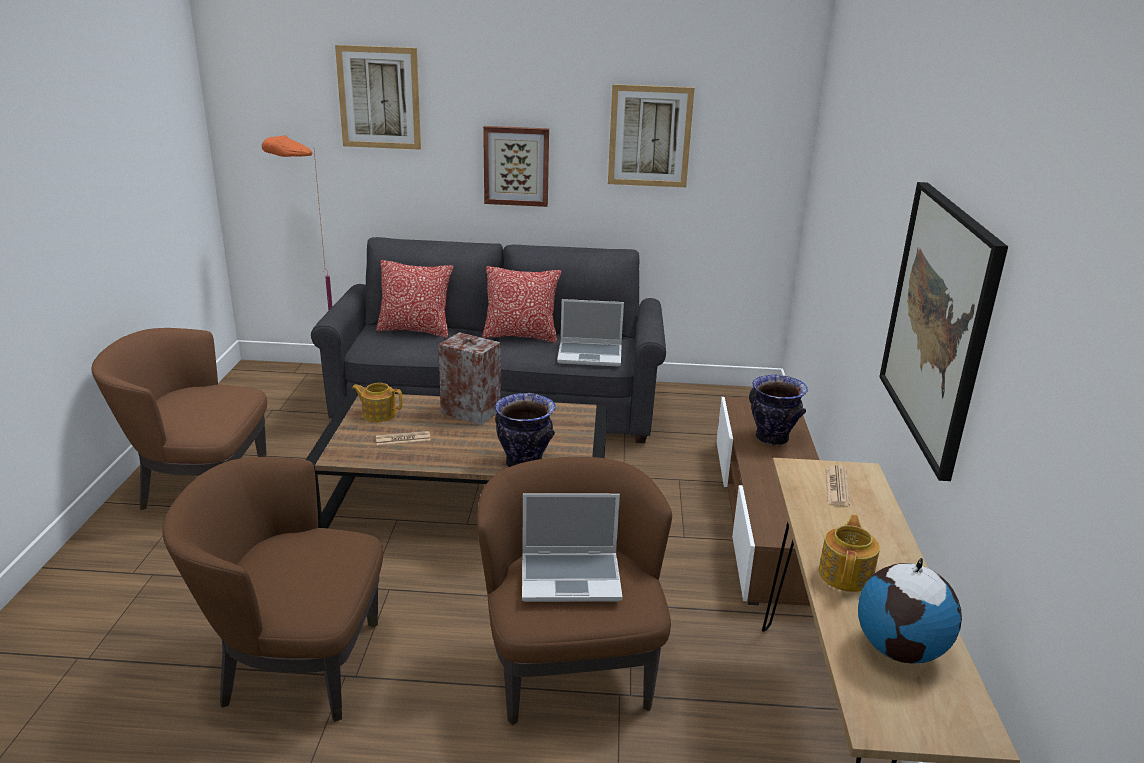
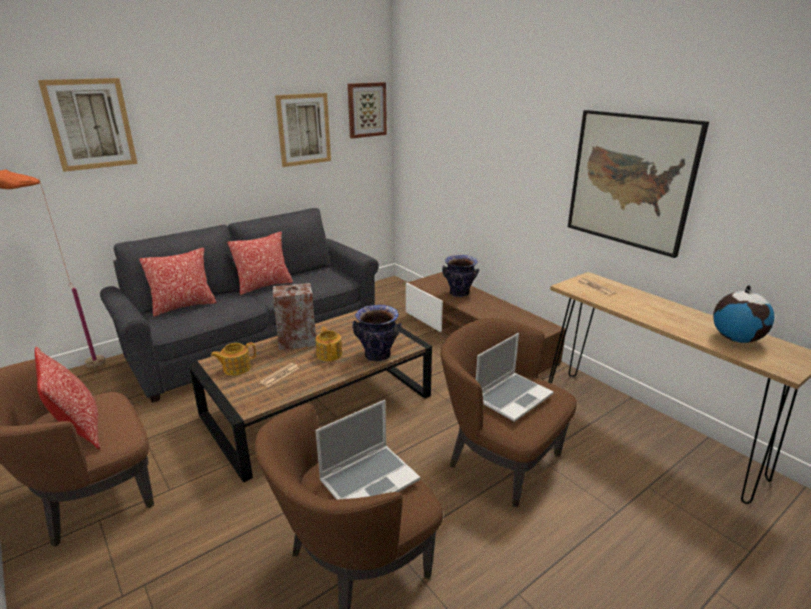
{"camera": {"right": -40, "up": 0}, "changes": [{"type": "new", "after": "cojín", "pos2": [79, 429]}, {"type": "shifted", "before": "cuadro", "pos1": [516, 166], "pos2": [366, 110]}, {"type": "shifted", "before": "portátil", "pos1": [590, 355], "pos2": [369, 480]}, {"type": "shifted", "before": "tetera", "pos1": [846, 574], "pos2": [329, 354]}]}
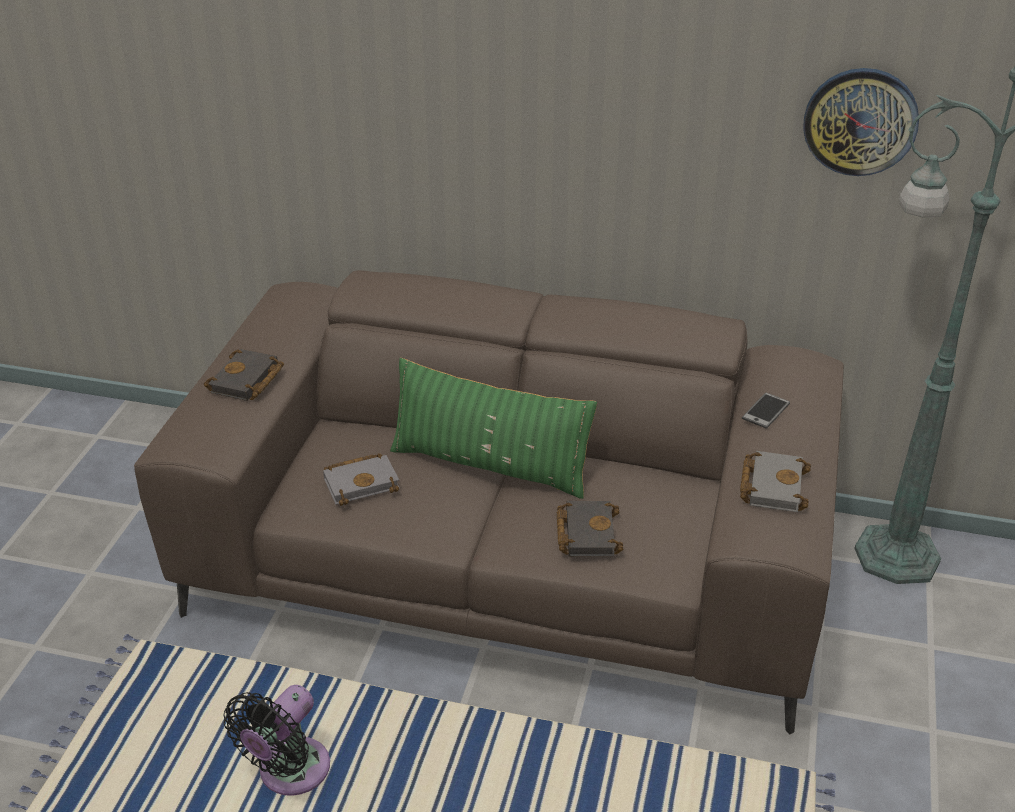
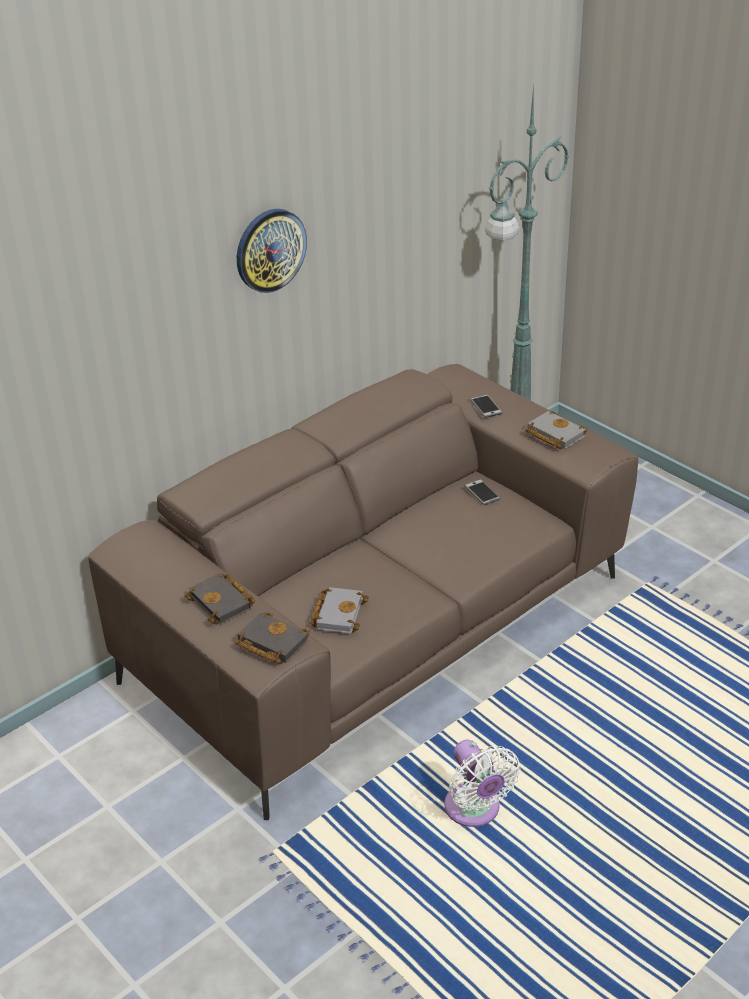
{"camera": {"right": -55, "up": 0}, "changes": [{"type": "gone", "before": "cojín [verde]", "pos1": [490, 465]}, {"type": "new", "after": "móvil", "pos2": [482, 493]}, {"type": "shifted", "before": "libro [negro]", "pos1": [586, 532], "pos2": [270, 643]}, {"type": "shifted", "before": "reloj de pared", "pos1": [860, 121], "pos2": [270, 250]}, {"type": "repainted", "before": "ventilador [negro]", "after": "ventilador [blanco]", "pos1": [289, 773], "pos2": [475, 810]}]}
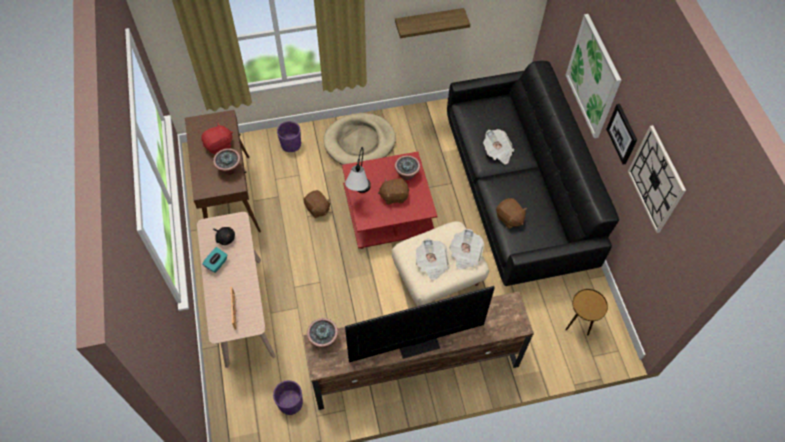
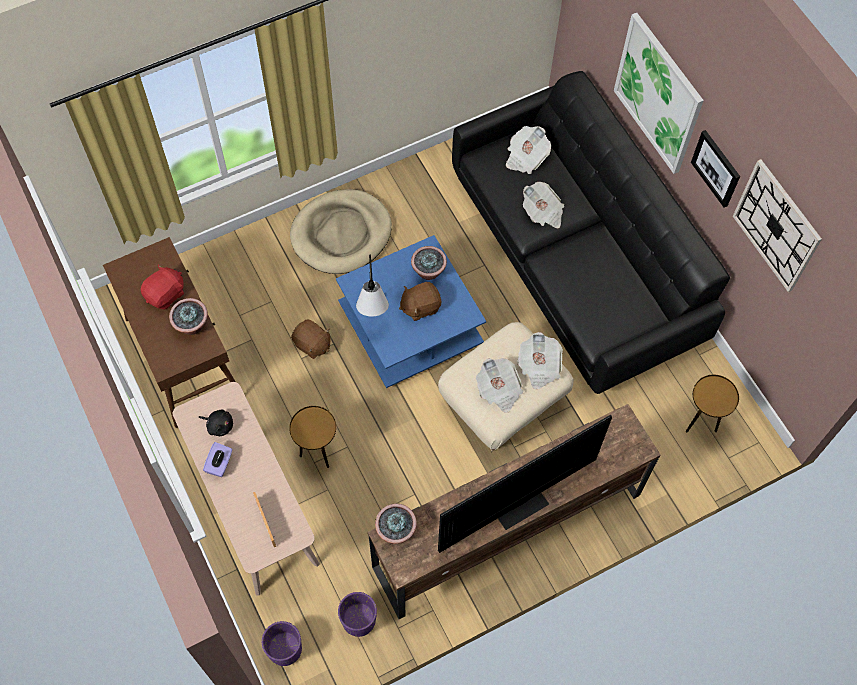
{"camera": {"right": -15, "up": 5}, "changes": [{"type": "gone", "before": "estante", "pos1": [429, 22]}, {"type": "gone", "before": "peluche [marrón]", "pos1": [509, 218]}, {"type": "new", "after": "mesa auxiliar [marrón]", "pos2": [318, 454]}, {"type": "new", "after": "periódico", "pos2": [525, 157]}, {"type": "shifted", "before": "maceta [morado]", "pos1": [291, 144], "pos2": [285, 649]}, {"type": "repainted", "before": "caja de pañuelos [turquesa]", "after": "caja de pañuelos [morado]", "pos1": [217, 264], "pos2": [220, 464]}, {"type": "repainted", "before": "mesa de centro [rojo]", "after": "mesa de centro [azul]", "pos1": [389, 212], "pos2": [412, 326]}]}
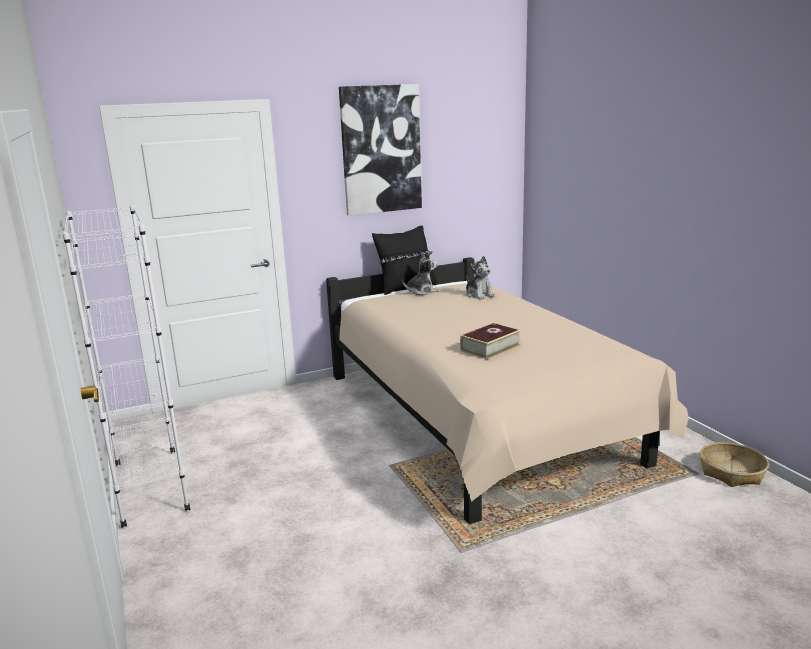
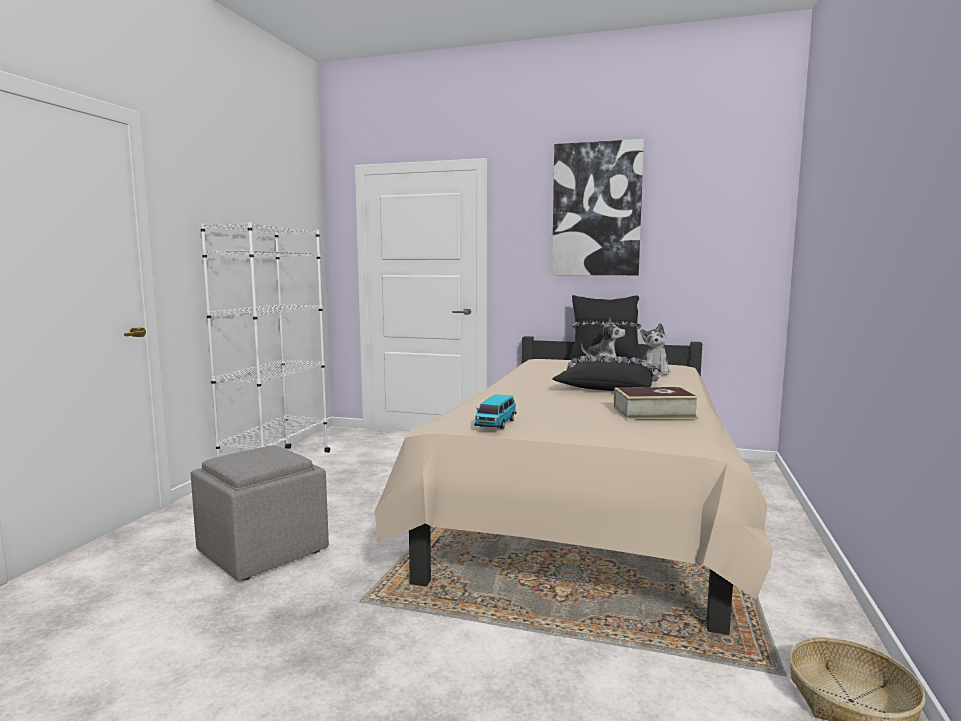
{"camera": {"right": 40, "up": -10}, "changes": [{"type": "new", "after": "puf [gris]", "pos2": [263, 551]}, {"type": "new", "after": "coche de juguete", "pos2": [496, 424]}, {"type": "new", "after": "cojín [negro]", "pos2": [609, 387]}, {"type": "shifted", "before": "libro", "pos1": [490, 348], "pos2": [654, 413]}]}
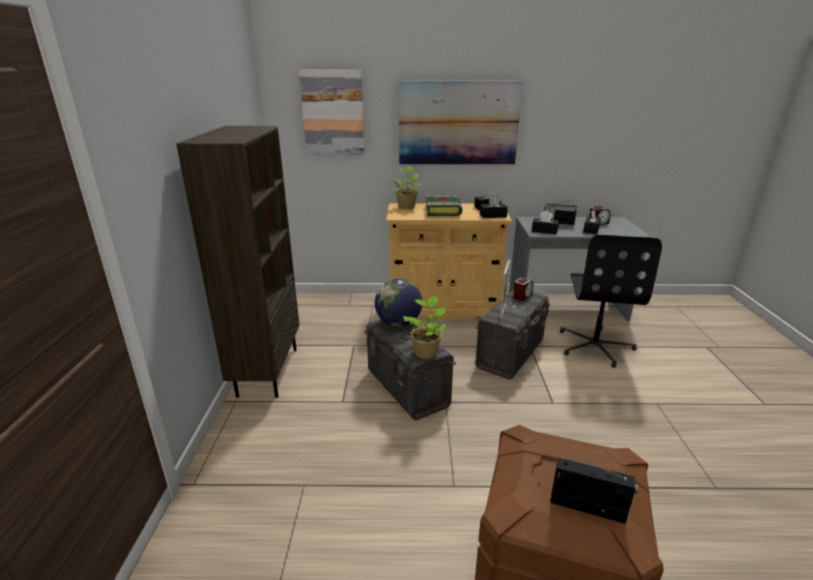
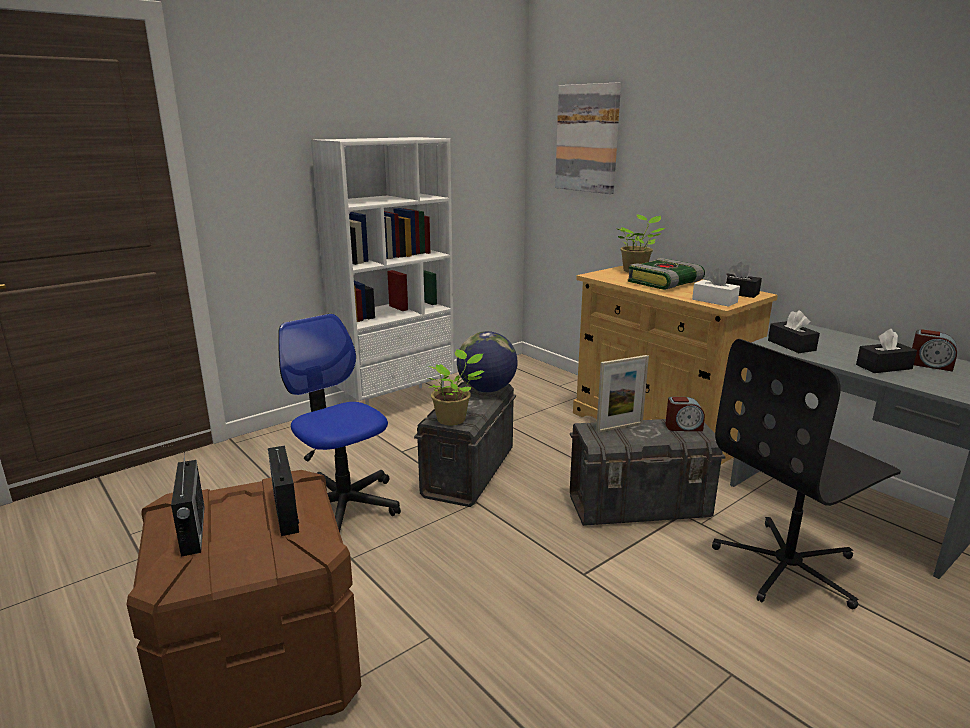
{"camera": {"right": 50, "up": -5}, "changes": [{"type": "gone", "before": "cuadro", "pos1": [458, 123]}, {"type": "new", "after": "silla de oficina", "pos2": [343, 507]}, {"type": "shifted", "before": "radio", "pos1": [558, 224], "pos2": [286, 511]}, {"type": "repainted", "before": "estantería [marrón]", "after": "estantería [blanco]", "pos1": [267, 371], "pos2": [396, 403]}, {"type": "repainted", "before": "caja de pañuelos [negro]", "after": "caja de pañuelos [blanco]", "pos1": [493, 216], "pos2": [714, 301]}]}
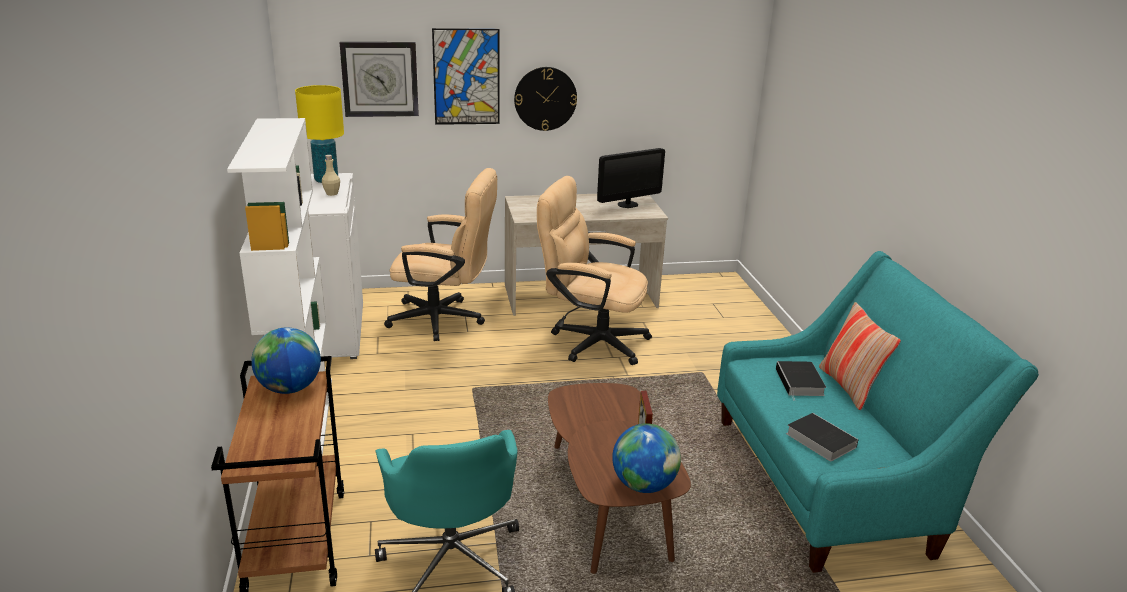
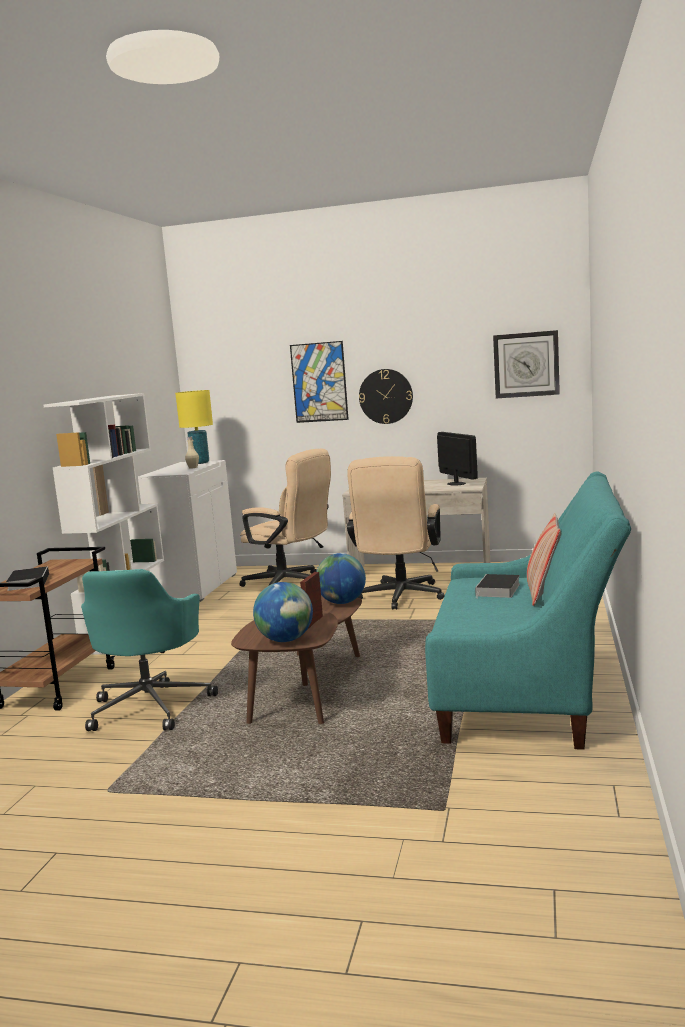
{"camera": {"right": 25, "up": -15}, "changes": [{"type": "shifted", "before": "globo terráqueo", "pos1": [289, 388], "pos2": [342, 603]}, {"type": "shifted", "before": "reloj de pared", "pos1": [380, 79], "pos2": [526, 364]}, {"type": "shifted", "before": "libro", "pos1": [818, 439], "pos2": [28, 582]}, {"type": "rotated", "before": "silla de oficina [beis]", "pos1": [590, 341], "pos2": [400, 598], "turn": -120}, {"type": "rotated", "before": "monitor", "pos1": [627, 204], "pos2": [456, 483], "turn": -105}]}
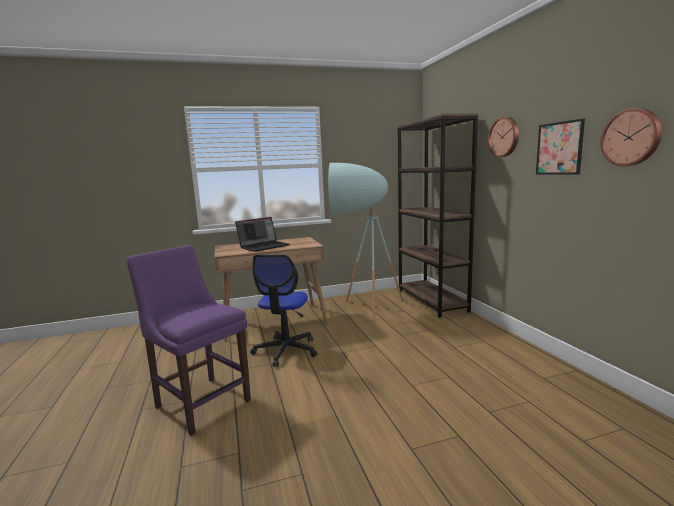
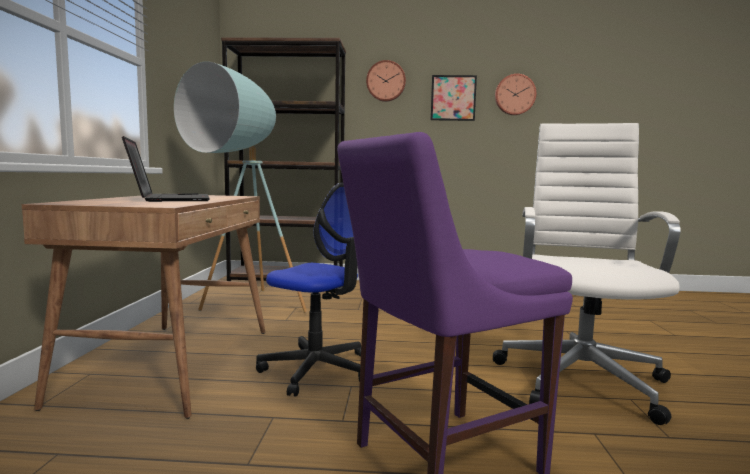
{"camera": {"right": -70, "up": -5}, "changes": [{"type": "new", "after": "silla de oficina [blanco]", "pos2": [581, 379]}]}
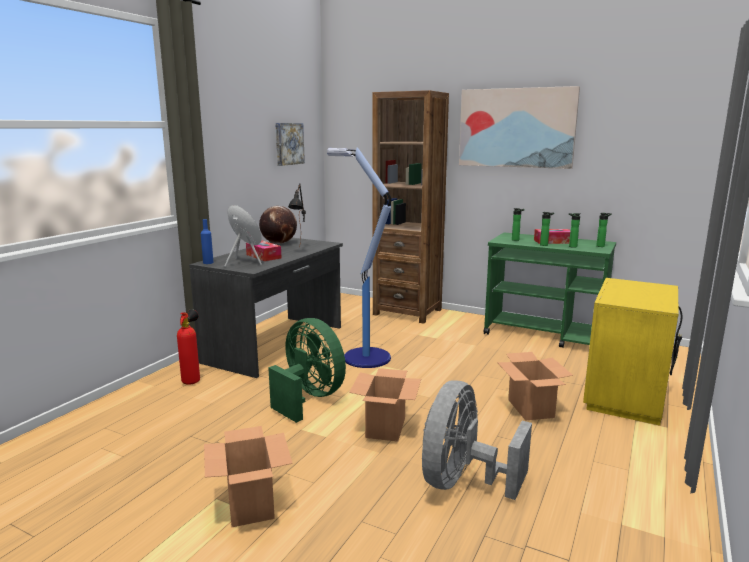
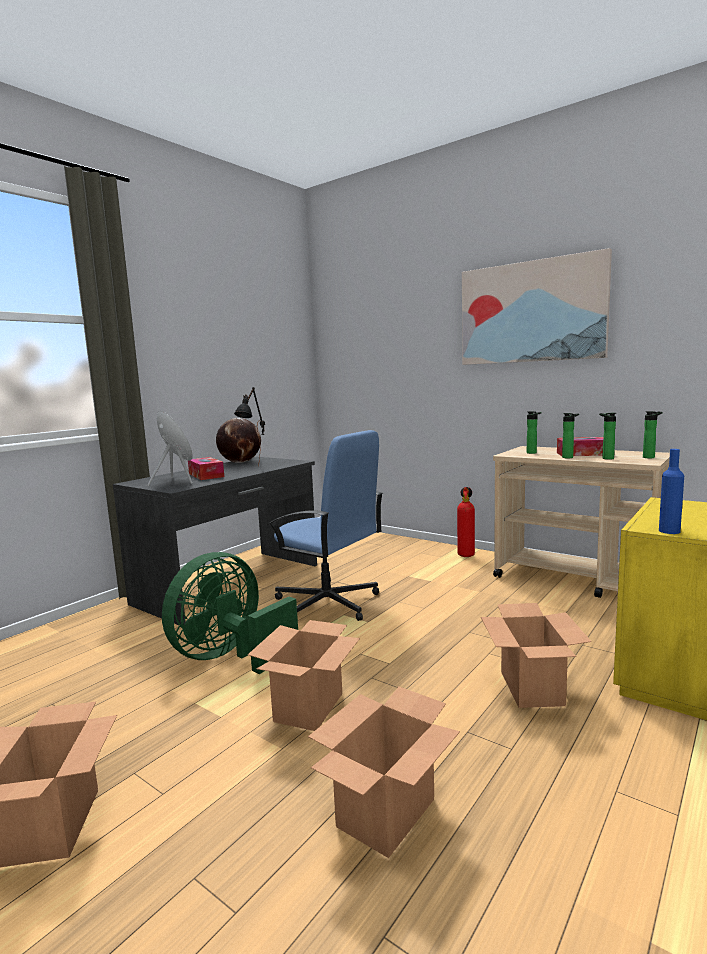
{"camera": {"right": 10, "up": -5}, "changes": [{"type": "gone", "before": "cuadro", "pos1": [288, 143]}, {"type": "gone", "before": "estantería [marrón]", "pos1": [407, 312]}, {"type": "shifted", "before": "extintor", "pos1": [192, 380], "pos2": [466, 554]}, {"type": "shifted", "before": "botella [azul]", "pos1": [208, 262], "pos2": [669, 531]}, {"type": "swapped", "before": "lámpara de pie", "after": "silla de oficina [azul]", "pos1": [365, 357], "pos2": [328, 604]}, {"type": "swapped", "before": "ventilador [gris]", "after": "caja de cartón", "pos1": [463, 482], "pos2": [386, 814]}, {"type": "repainted", "before": "carrito [verde]", "after": "carrito [beis]", "pos1": [545, 335], "pos2": [578, 580]}, {"type": "rotated", "before": "ventilador [verde]", "pos1": [309, 398], "pos2": [230, 657], "turn": -105}]}
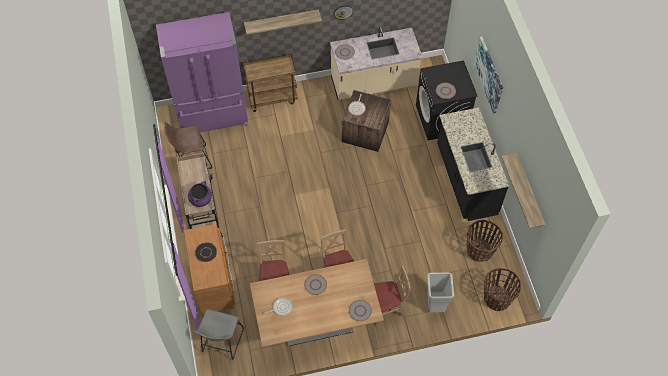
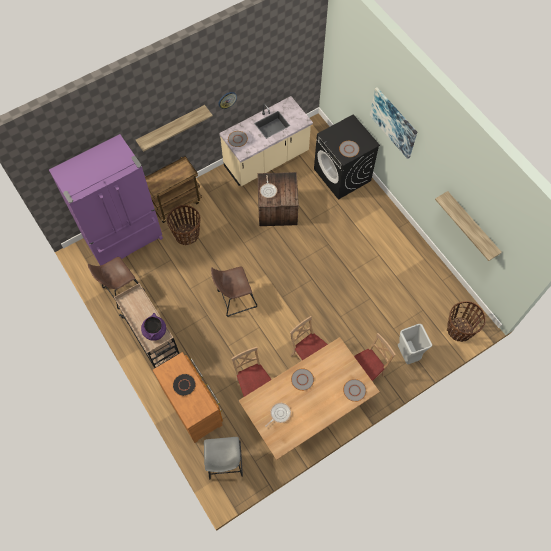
{"camera": {"right": -20, "up": 5}, "changes": [{"type": "gone", "before": "mueble bajo de cocina [negro]", "pos1": [465, 180]}, {"type": "new", "after": "taburete [marrón]", "pos2": [234, 299]}, {"type": "shifted", "before": "cesta", "pos1": [479, 250], "pos2": [187, 234]}]}
